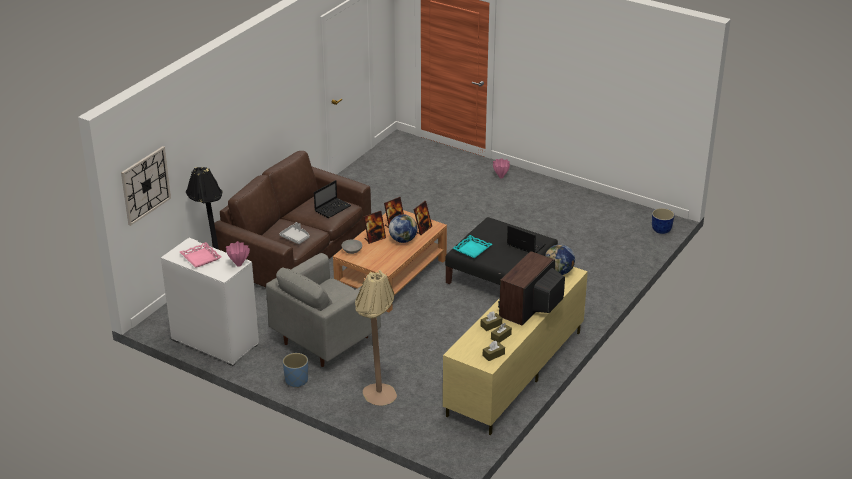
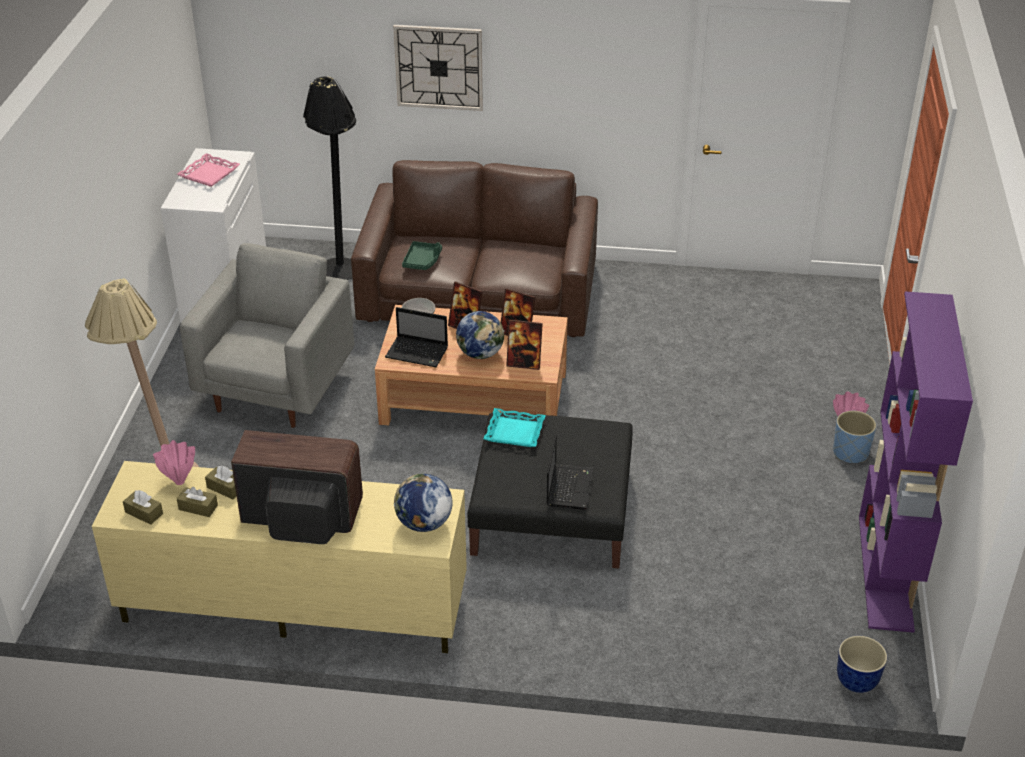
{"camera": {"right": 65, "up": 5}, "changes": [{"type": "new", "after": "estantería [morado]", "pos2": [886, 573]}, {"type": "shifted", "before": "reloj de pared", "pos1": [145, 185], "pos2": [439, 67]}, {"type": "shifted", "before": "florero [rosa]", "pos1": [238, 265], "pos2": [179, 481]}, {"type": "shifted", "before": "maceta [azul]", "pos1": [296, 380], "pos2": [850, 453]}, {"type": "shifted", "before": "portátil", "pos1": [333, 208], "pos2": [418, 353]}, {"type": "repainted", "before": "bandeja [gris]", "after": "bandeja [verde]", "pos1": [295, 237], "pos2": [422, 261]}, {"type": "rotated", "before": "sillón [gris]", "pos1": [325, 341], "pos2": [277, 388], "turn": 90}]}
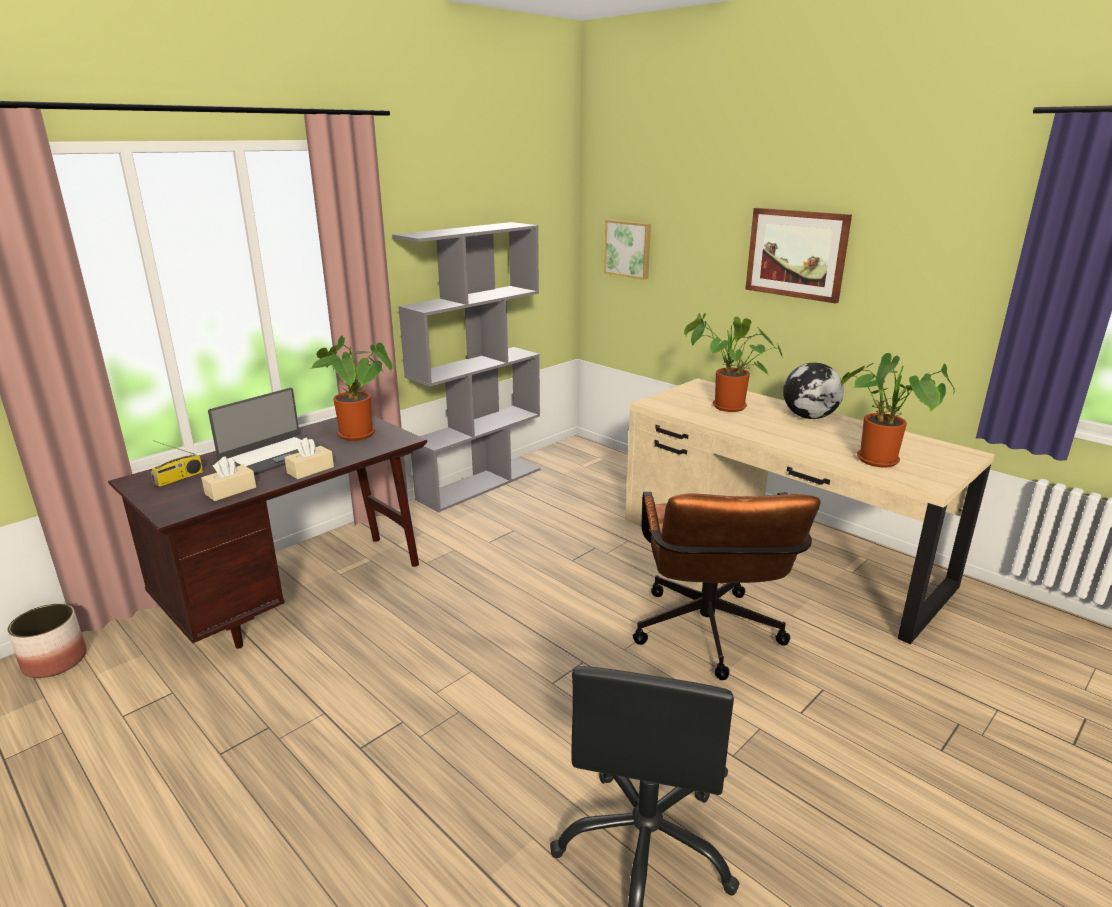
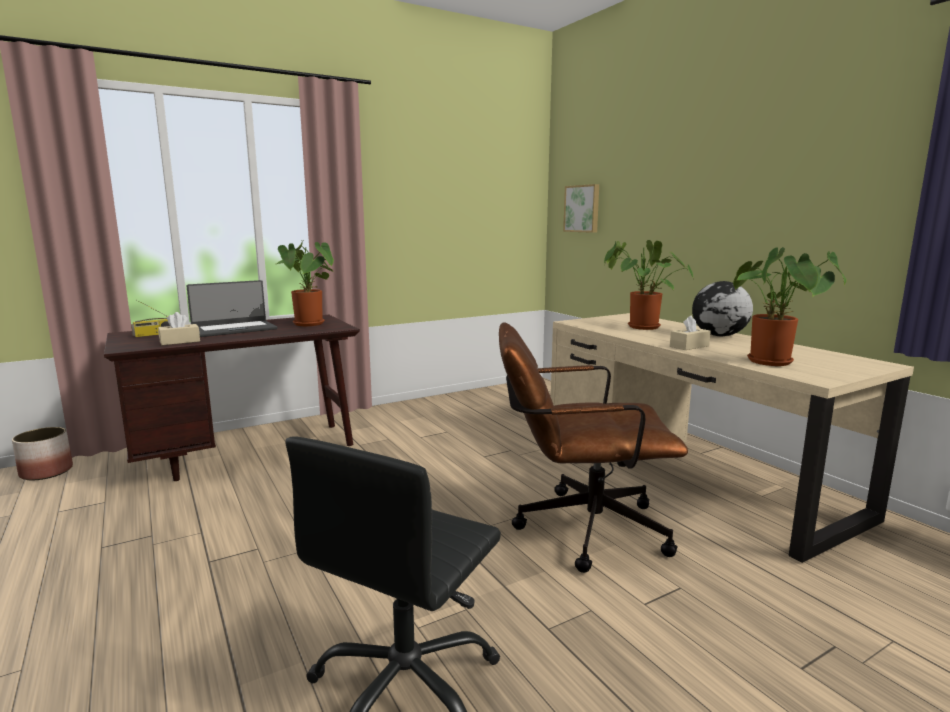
{"camera": {"right": 15, "up": -10}, "changes": [{"type": "gone", "before": "estantería [gris]", "pos1": [480, 483]}, {"type": "gone", "before": "cuadro", "pos1": [796, 254]}, {"type": "shifted", "before": "caja de pañuelos [beis]", "pos1": [310, 470], "pos2": [689, 346]}, {"type": "rotated", "before": "silla de oficina [marrón]", "pos1": [708, 639], "pos2": [578, 528], "turn": 75}]}
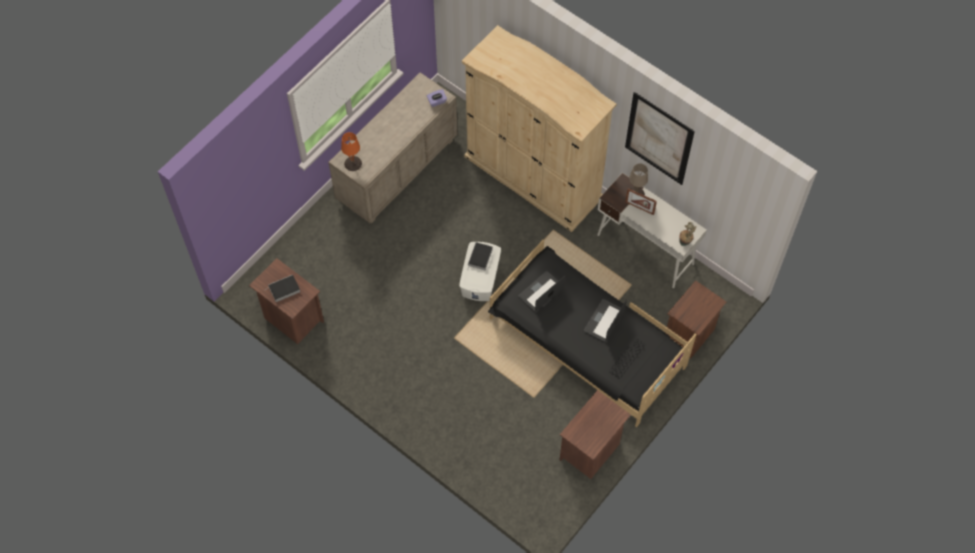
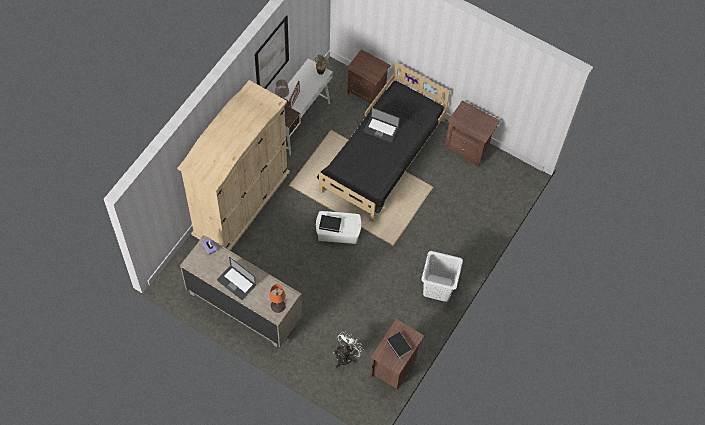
{"camera": {"right": -100, "up": 0}, "changes": [{"type": "new", "after": "ventilador [blanco]", "pos2": [346, 356]}, {"type": "new", "after": "cesto de la ropa [blanco]", "pos2": [438, 288]}, {"type": "shifted", "before": "portátil", "pos1": [541, 292], "pos2": [236, 283]}]}
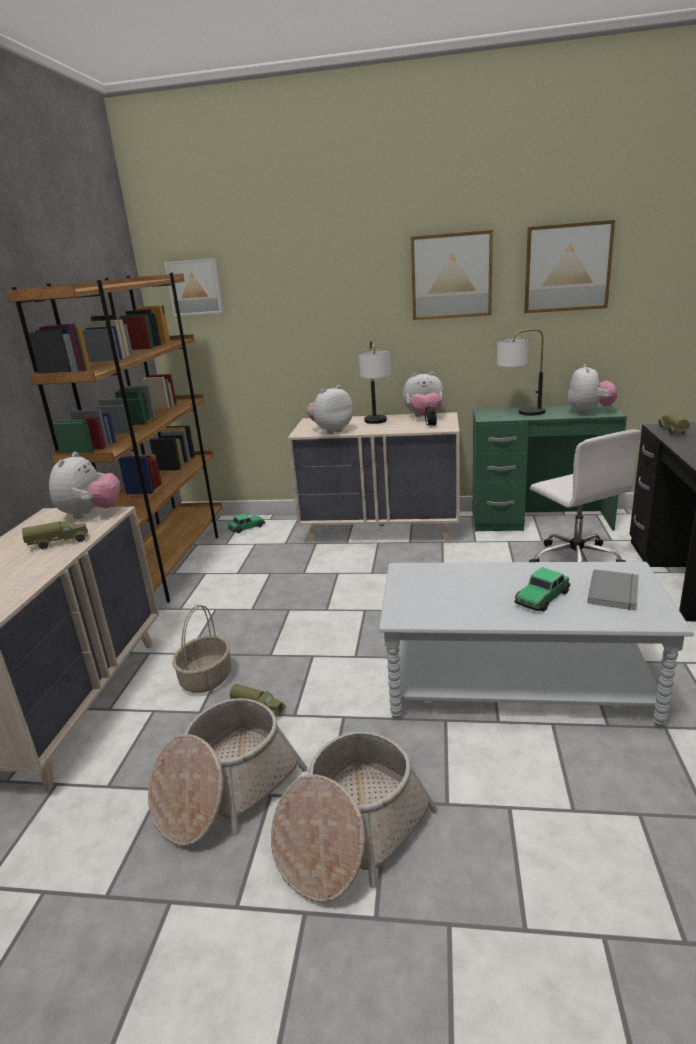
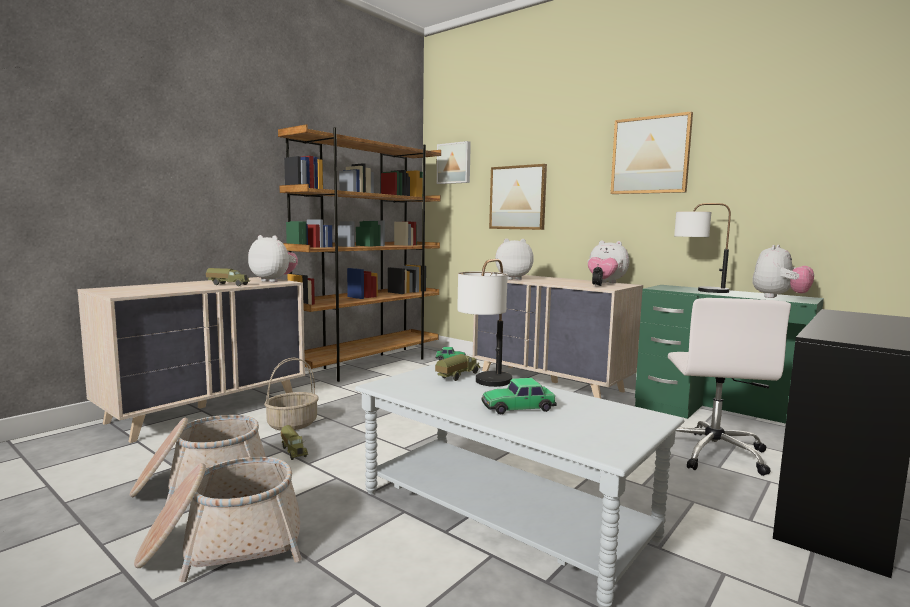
{"camera": {"right": 30, "up": -15}, "changes": [{"type": "gone", "before": "libro [gris]", "pos1": [615, 592]}, {"type": "shifted", "before": "lámpara de mesa", "pos1": [377, 423], "pos2": [485, 385]}, {"type": "shifted", "before": "cuadro", "pos1": [567, 268], "pos2": [518, 197]}, {"type": "shifted", "before": "camión de juguete", "pos1": [672, 431], "pos2": [457, 376]}, {"type": "rotated", "before": "peluche", "pos1": [90, 514], "pos2": [274, 281], "turn": -105}]}
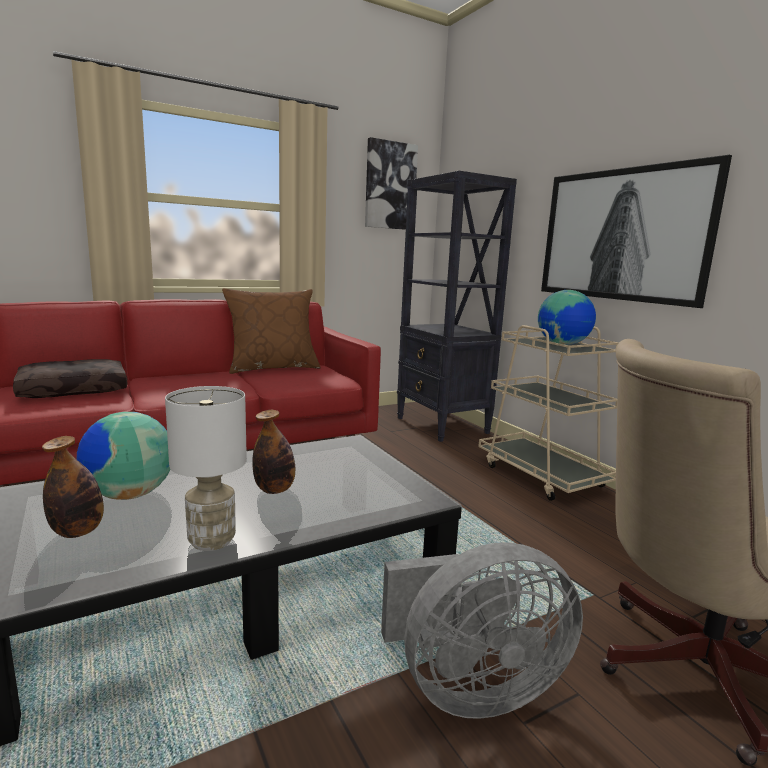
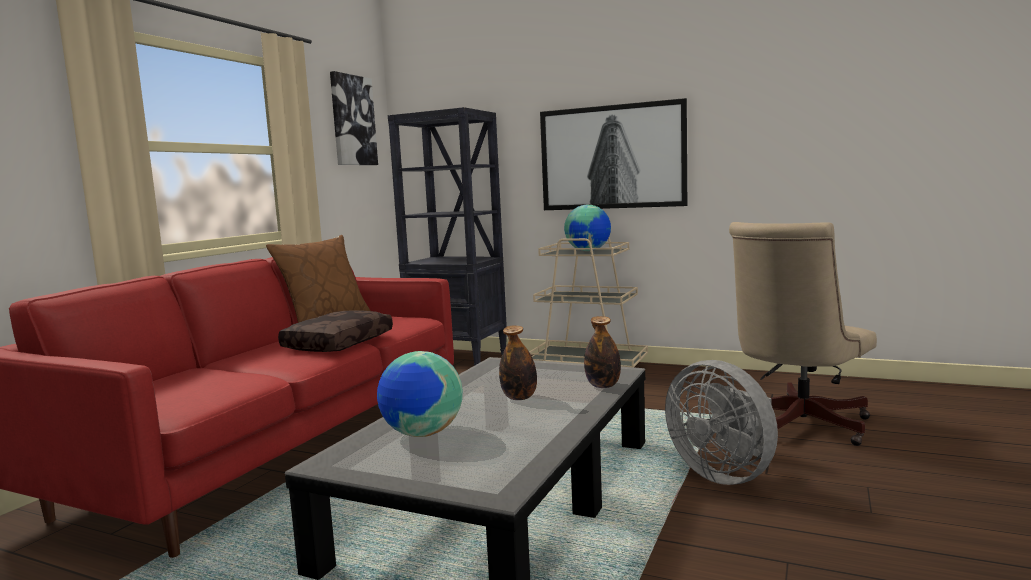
{"camera": {"right": -35, "up": -5}, "changes": [{"type": "gone", "before": "lámpara de mesa [blanco]", "pos1": [211, 540]}, {"type": "shifted", "before": "cojín [marrón]", "pos1": [75, 390], "pos2": [338, 343]}, {"type": "shifted", "before": "botella", "pos1": [78, 532], "pos2": [603, 386]}, {"type": "rotated", "before": "ventilador [gris]", "pos1": [470, 688], "pos2": [724, 474], "turn": 105}]}
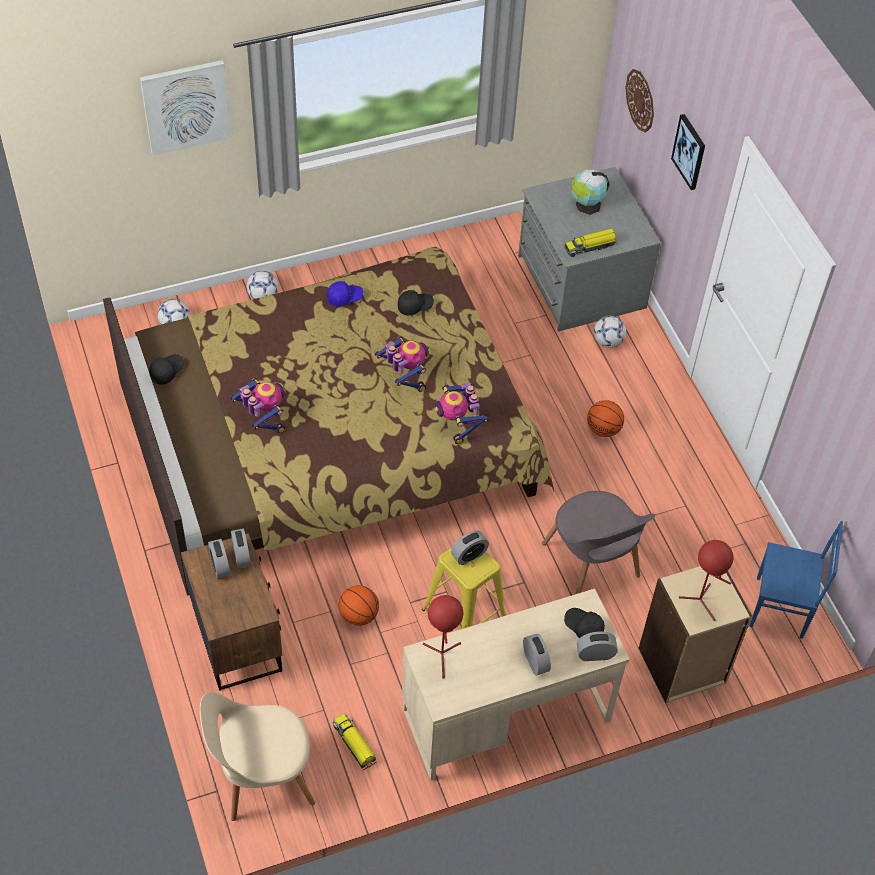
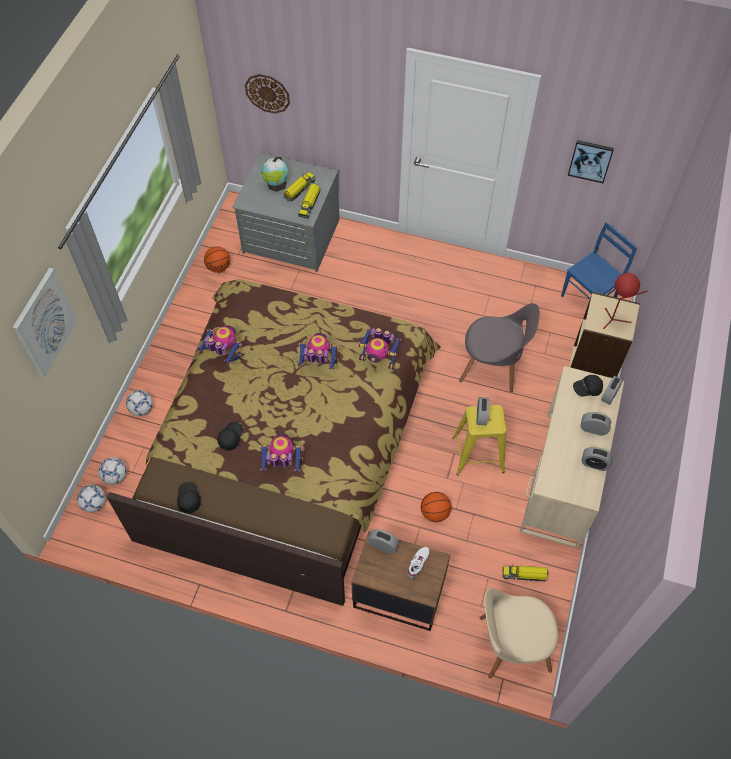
{"camera": {"right": -50, "up": 5}, "changes": [{"type": "gone", "before": "lámpara de mesa [rojo]", "pos1": [442, 656]}, {"type": "new", "after": "camión de juguete", "pos2": [299, 189]}, {"type": "new", "after": "zapato [blanco]", "pos2": [418, 563]}, {"type": "shifted", "before": "despertador", "pos1": [220, 566], "pos2": [594, 464]}, {"type": "shifted", "before": "gorra [negro]", "pos1": [415, 306], "pos2": [230, 438]}, {"type": "shifted", "before": "balón de baloncesto", "pos1": [604, 429], "pos2": [219, 267]}, {"type": "shifted", "before": "balón de fútbol", "pos1": [608, 341], "pos2": [94, 504]}, {"type": "shifted", "before": "cuadro", "pos1": [689, 151], "pos2": [590, 160]}, {"type": "swapped", "before": "gorra [azul]", "after": "robot de juguete", "pos1": [344, 297], "pos2": [224, 355]}, {"type": "rotated", "before": "silla [beis]", "pos1": [261, 776], "pos2": [511, 644], "turn": 60}]}
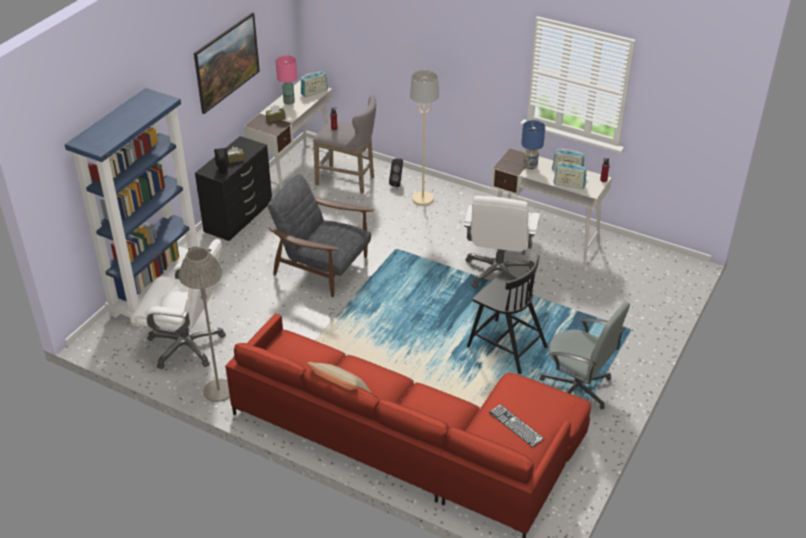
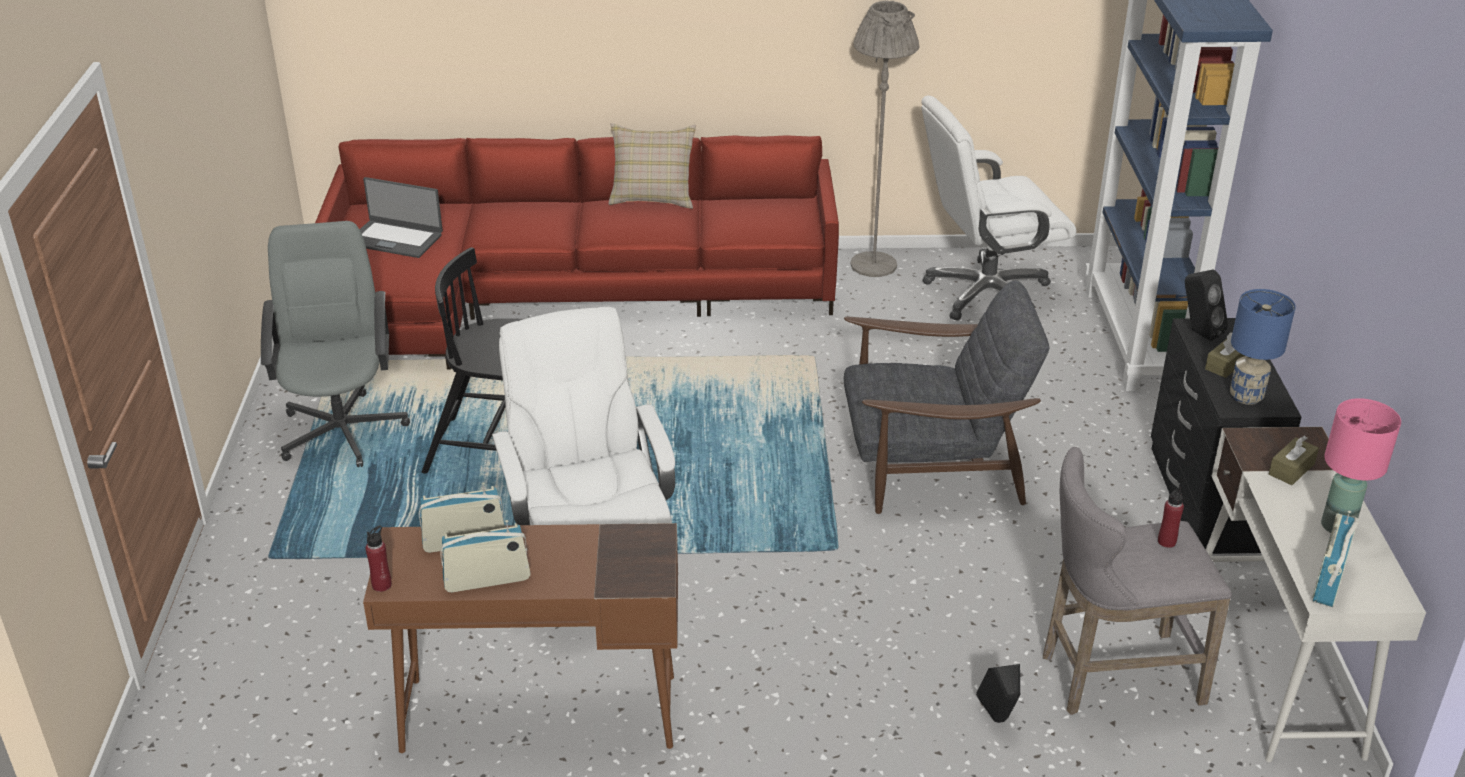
{"camera": {"right": 150, "up": -5}, "changes": [{"type": "gone", "before": "cuadro", "pos1": [229, 77]}, {"type": "gone", "before": "lámpara de pie [beis]", "pos1": [422, 199]}, {"type": "shifted", "before": "lámpara de mesa [azul]", "pos1": [530, 166], "pos2": [1246, 397]}, {"type": "swapped", "before": "teclado", "after": "portátil", "pos1": [516, 425], "pos2": [395, 239]}, {"type": "repainted", "before": "escritorio [blanco]", "after": "escritorio [marrón]", "pos1": [545, 235], "pos2": [538, 713]}, {"type": "rotated", "before": "silla de oficina [gris]", "pos1": [577, 388], "pos2": [342, 430], "turn": 75}]}
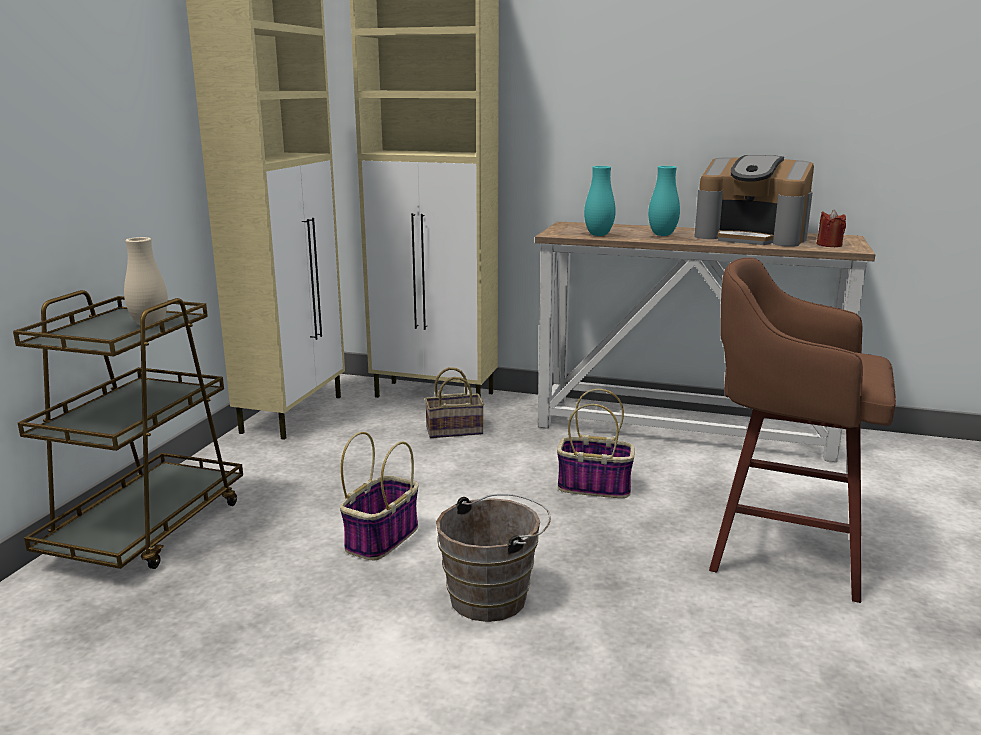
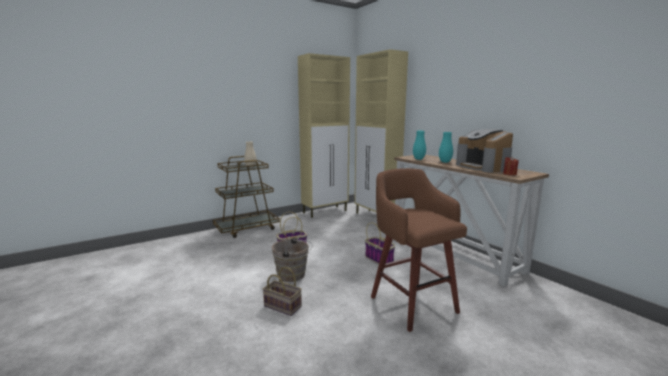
{"camera": {"right": 40, "up": -5}, "changes": [{"type": "shifted", "before": "cesta", "pos1": [455, 430], "pos2": [284, 306]}]}
